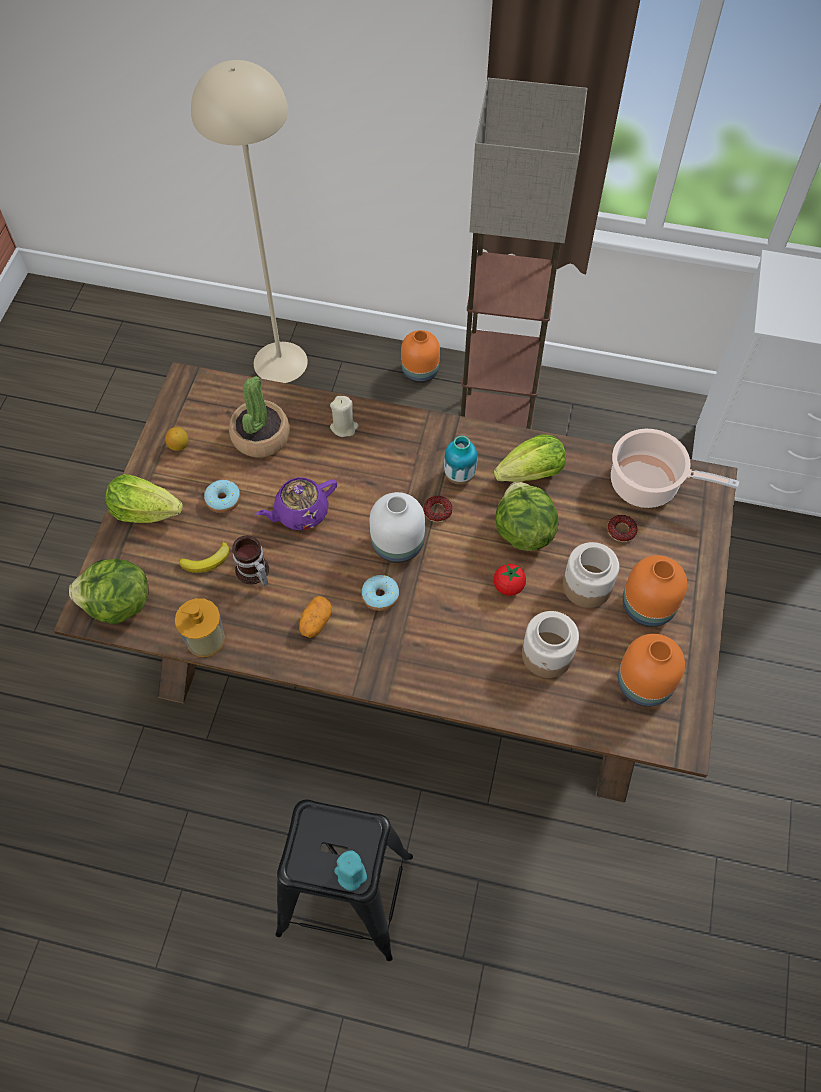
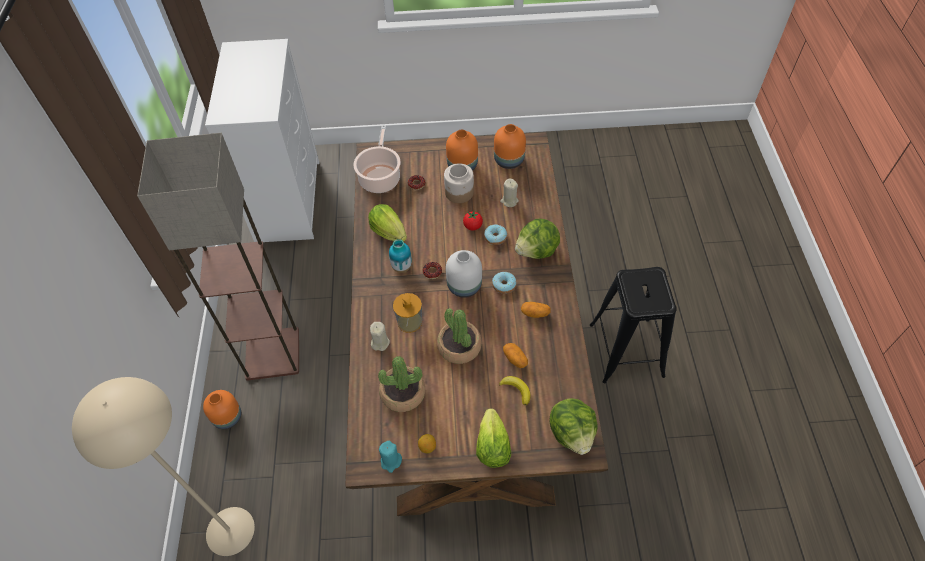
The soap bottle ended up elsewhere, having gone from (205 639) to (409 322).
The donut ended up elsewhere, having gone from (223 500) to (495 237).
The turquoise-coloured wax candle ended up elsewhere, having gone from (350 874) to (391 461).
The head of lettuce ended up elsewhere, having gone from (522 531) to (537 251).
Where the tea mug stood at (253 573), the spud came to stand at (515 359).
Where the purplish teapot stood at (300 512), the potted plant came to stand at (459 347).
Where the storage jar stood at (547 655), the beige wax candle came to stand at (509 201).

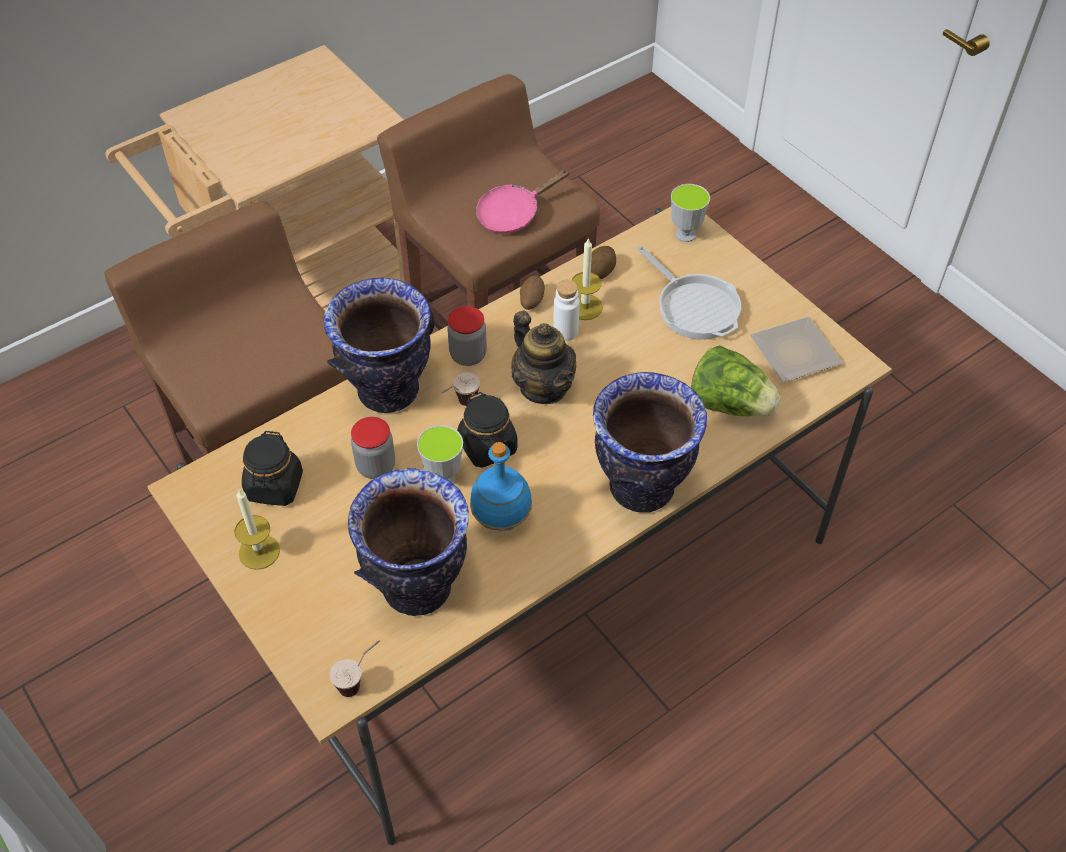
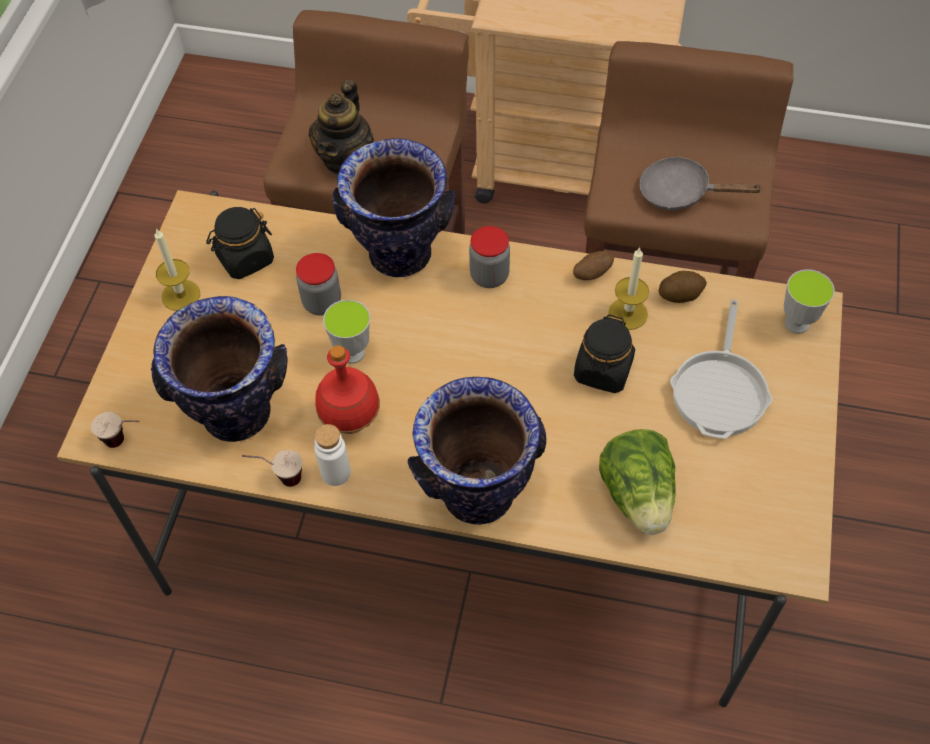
The second view lost the plate at (791 352).
The drinking cup ended up elsewhere, having gone from (460 406) to (278 478).
The black storage jar ended up elsewhere, having gone from (488 446) to (603 371).
The teapot ended up elsewhere, having gone from (543 387) to (345 159).
The white-coloured beverage bottle ended up elsewhere, having gone from (565 332) to (335 473).
What was the blue beverage bottle at (500 519) turned into the reddish beverage bottle at (350 420).
What was the pink-coloured skillet at (513 214) turned into the grey skillet at (681 193).

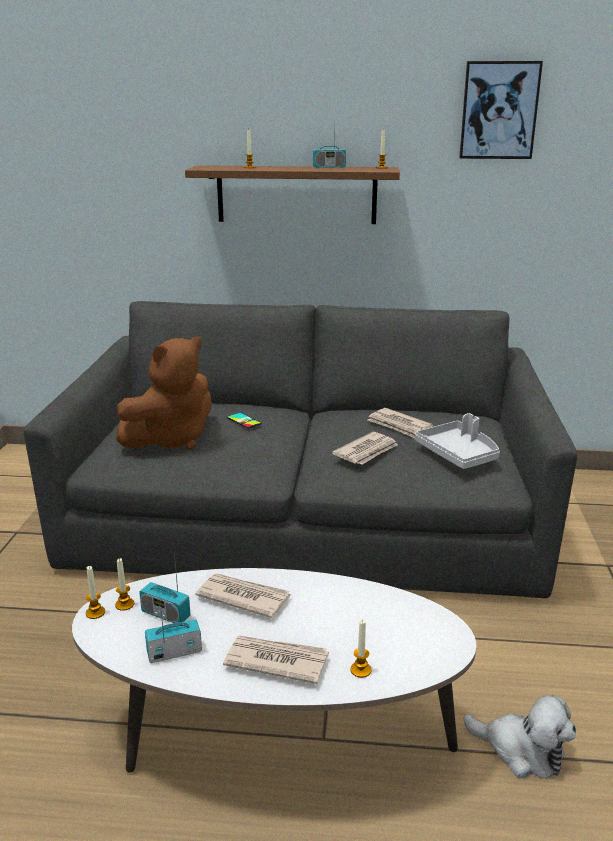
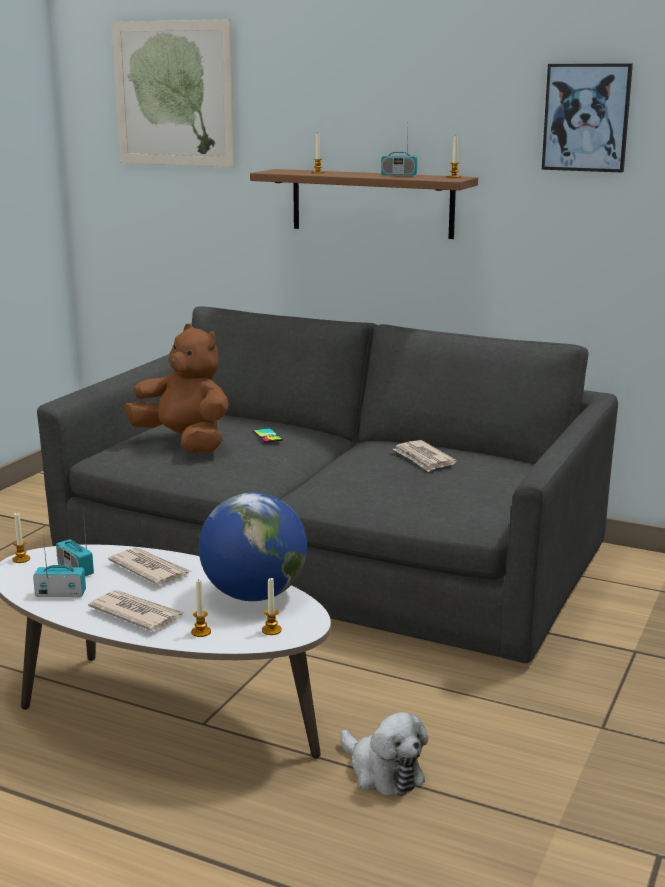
The second view lost the newspaper at (367 451).
The second view lost the grey serving tray at (458 454).
The second view gained the wall art at (174 94).
The second view gained the desk globe at (254 595).
The wax candle ended up elsewhere, having gone from (124 604) to (271 630).
The brownish cuddly toy at (171 439) ended up facing another way, 120 degrees counterclockwise from before.

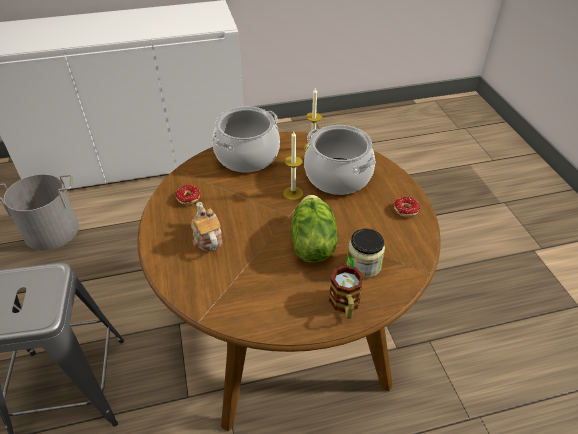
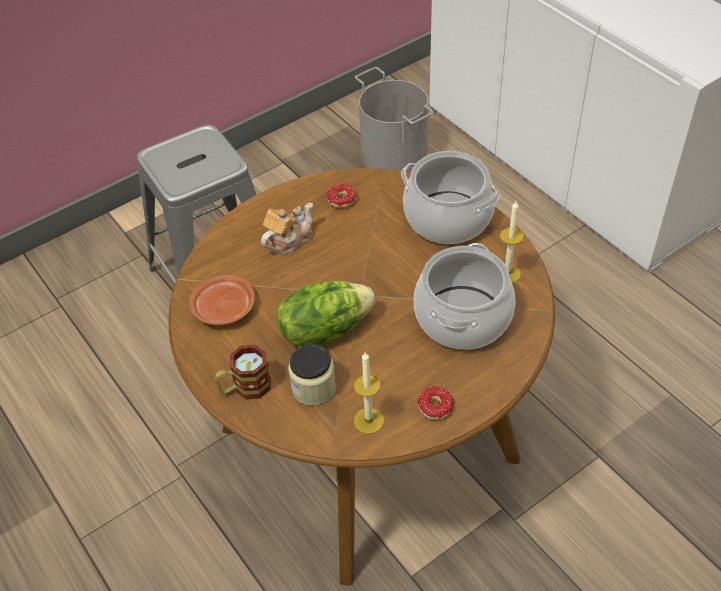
The second view gained the brownish plate at (223 308).
The wax candle ended up elsewhere, having gone from (293 193) to (368 421).

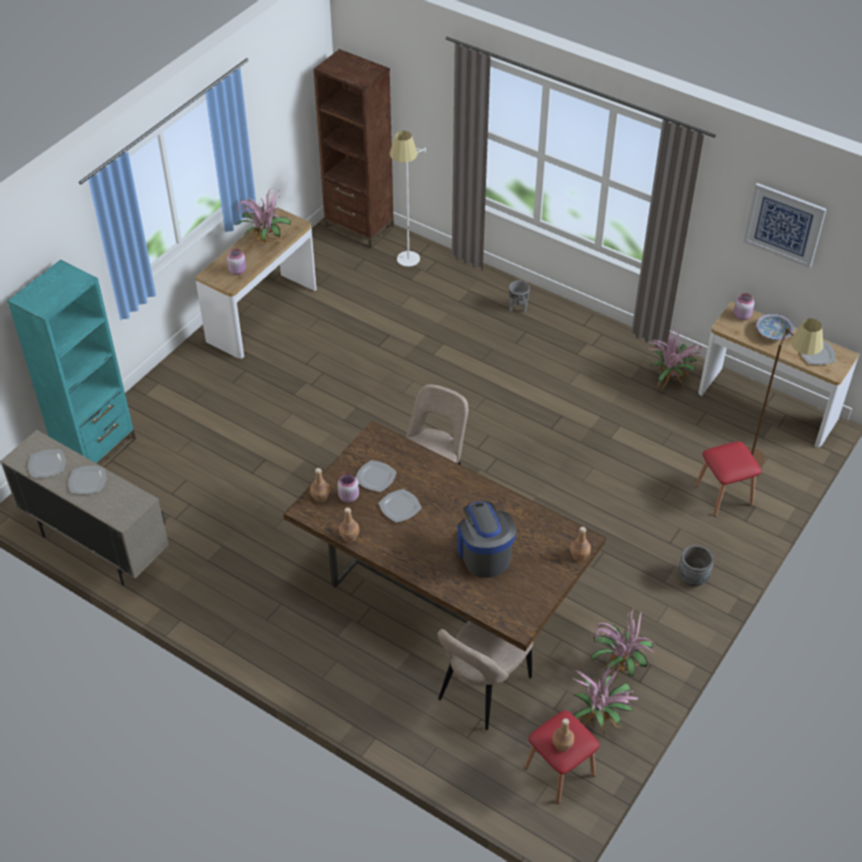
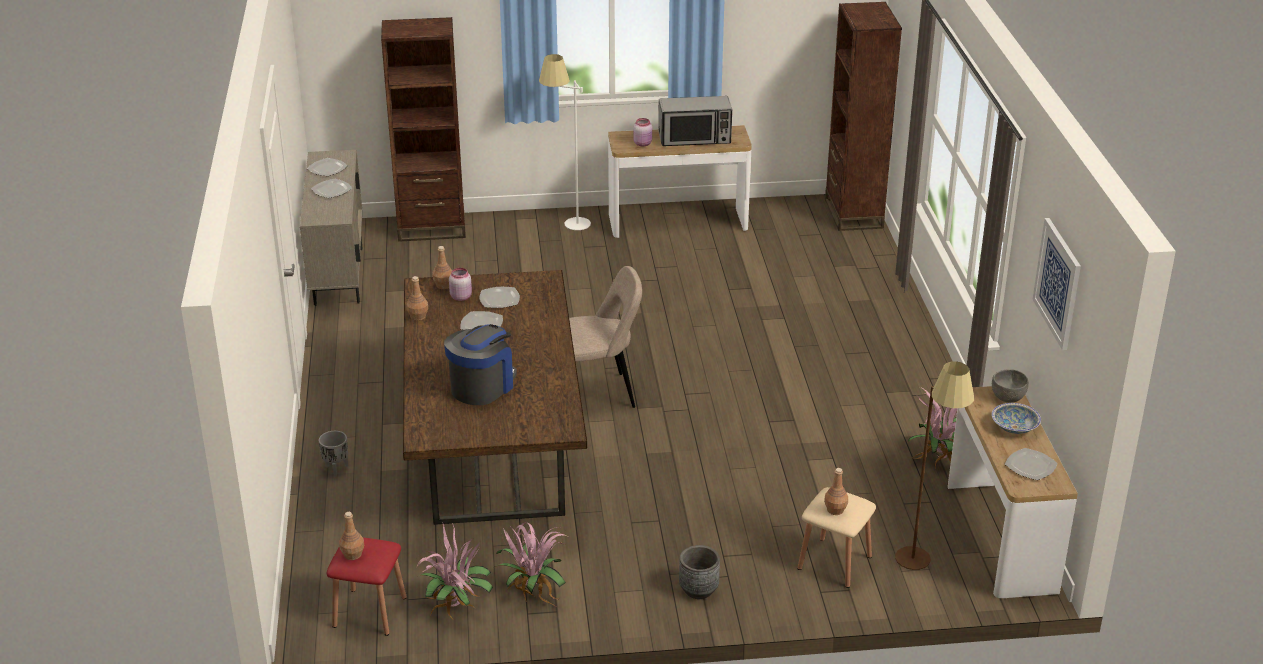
The second view lost the beige chair at (481 691).
The white-coloured standard lamp ended up elsewhere, having gone from (407 266) to (567 227).
The grey planter ended up elsewhere, having gone from (517 308) to (336 469).
The brownish beverage bottle ended up elsewhere, having gone from (579 556) to (835 510).
Where the potted plant stood at (264 241), the kitchen microwave came to stand at (695 138).
Where the pink-coloured storage jar stood at (741 316), the grey deep dish came to stand at (1007 398).
What was the turquoise-coloured shelving unit at (96 449) turned into the brownish shelving unit at (431 228).
What was the reddish sitting stool at (723 495) turned into the beige sitting stool at (834 562).

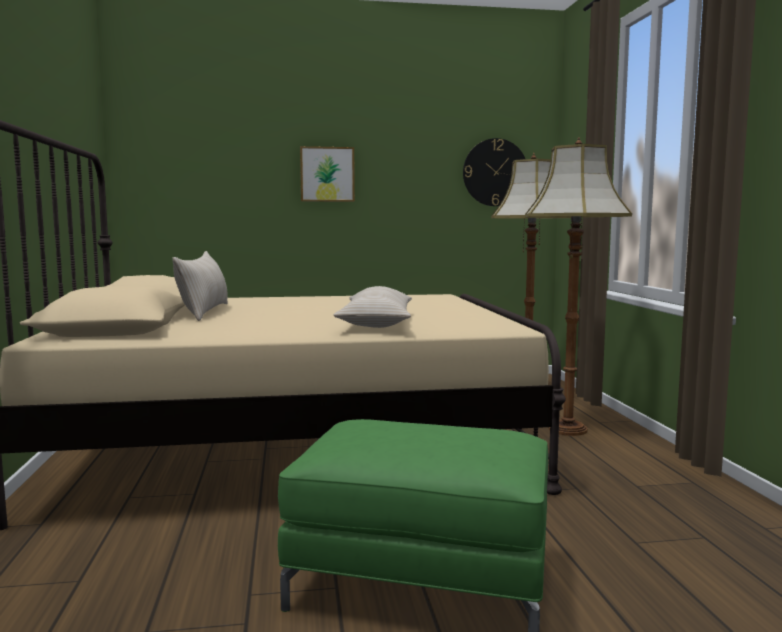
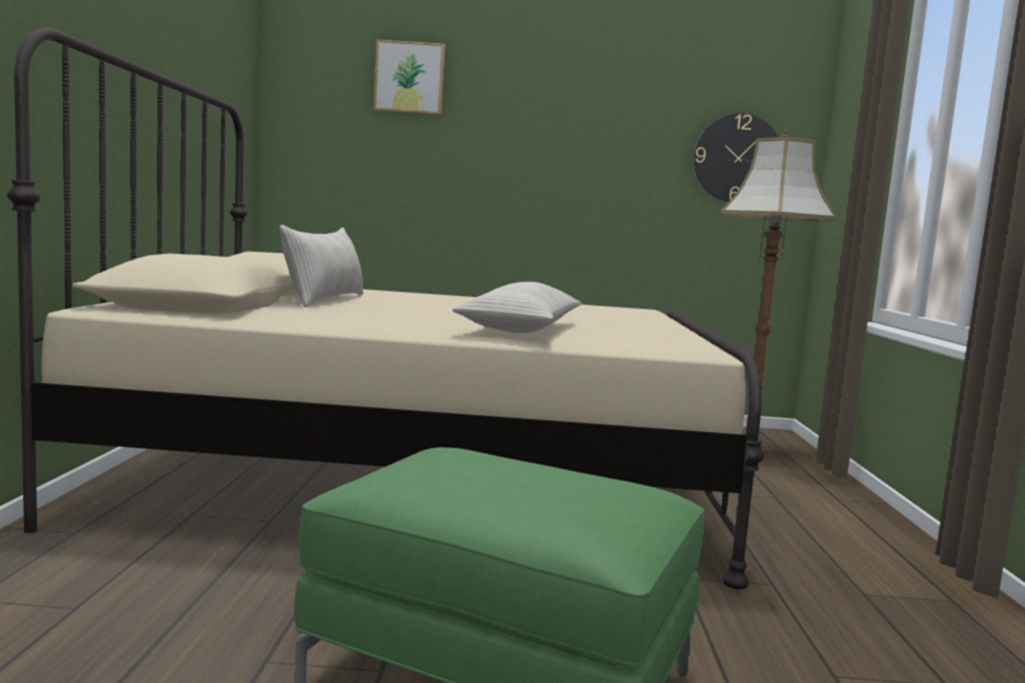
The second view lost the standard lamp at (568 429).
The wall art ended up elsewhere, having gone from (327 174) to (410 78).

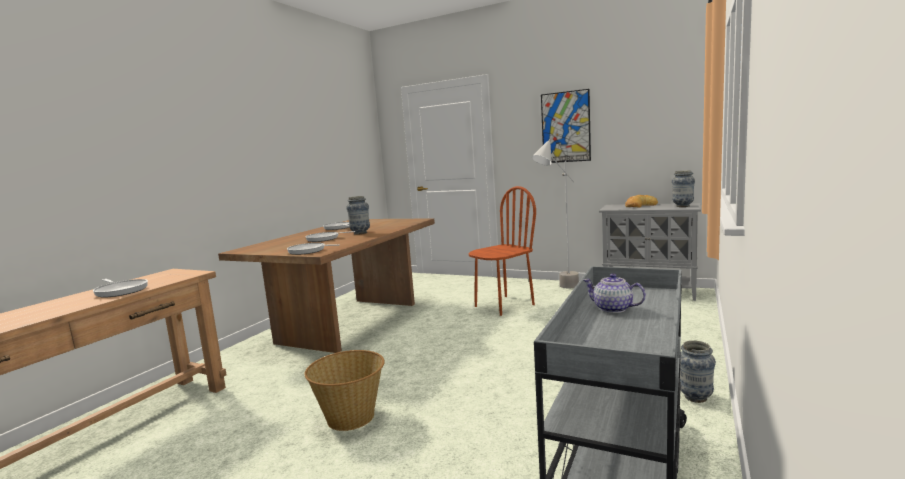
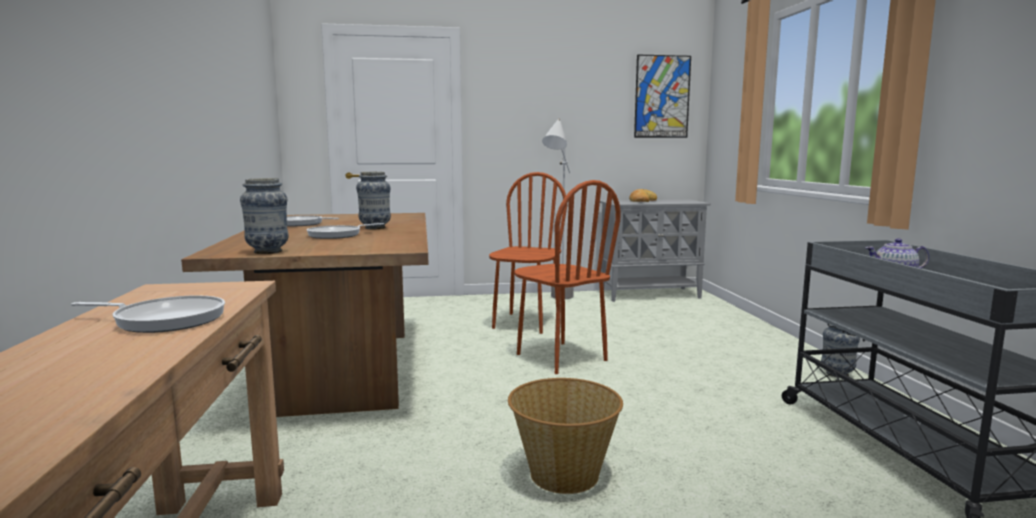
The second view lost the skillet at (308 251).
The second view gained the brownish chair at (560 357).
The wall art ended up elsewhere, having gone from (565 127) to (662 97).
The vase ended up elsewhere, having gone from (682 206) to (267 252).

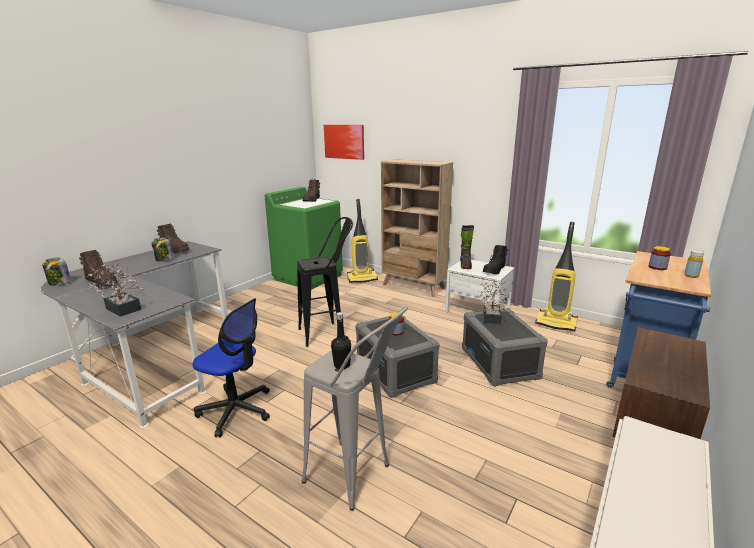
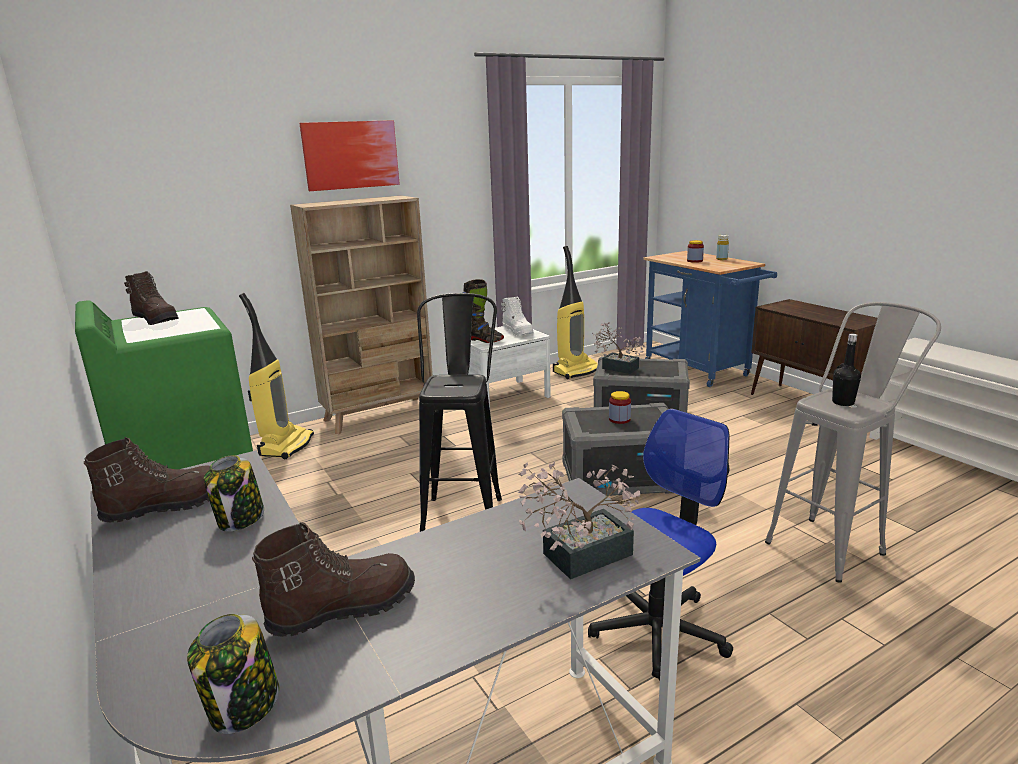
The wall art ended up elsewhere, having gone from (344 141) to (350 155).
What was the black high-top boot at (494 270) turned into the white-coloured high-top boot at (518 332).

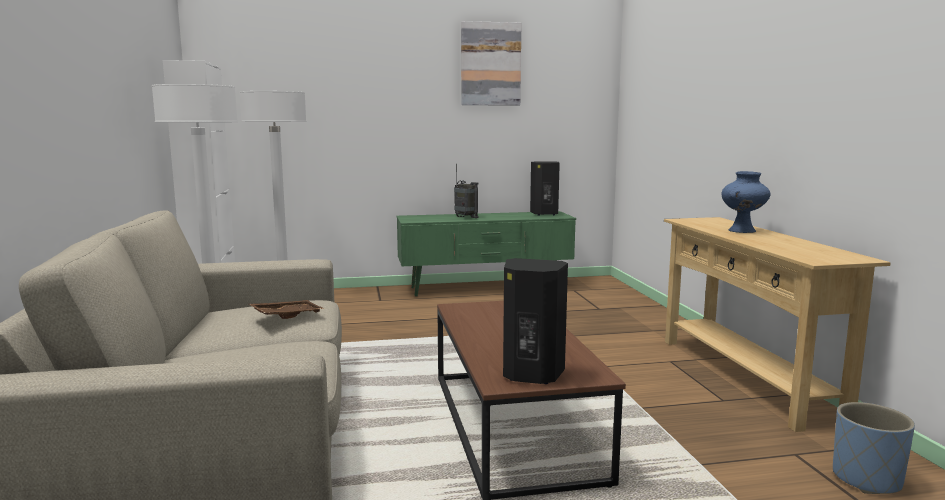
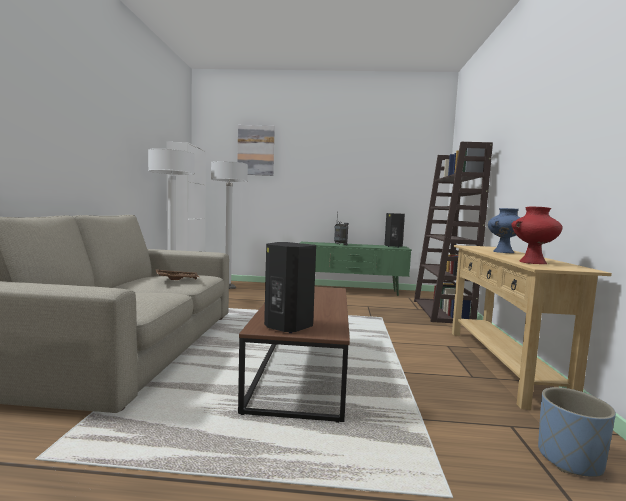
The second view gained the brownish shelving unit at (442 312).
The second view gained the reddish vase at (533 262).
The wall art ended up elsewhere, having gone from (490 64) to (256 150).

